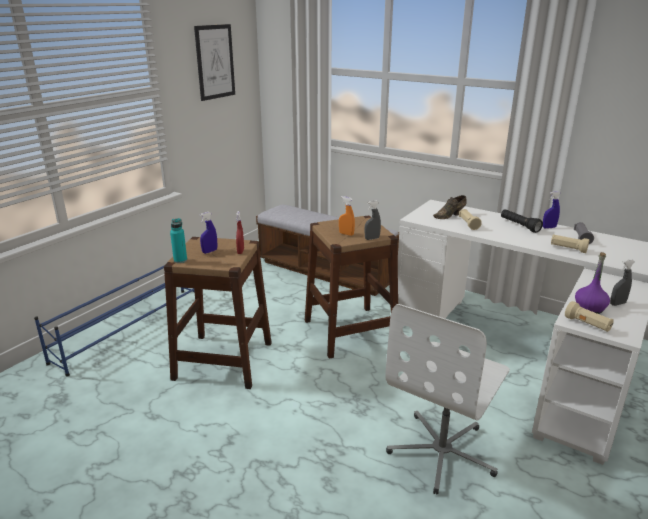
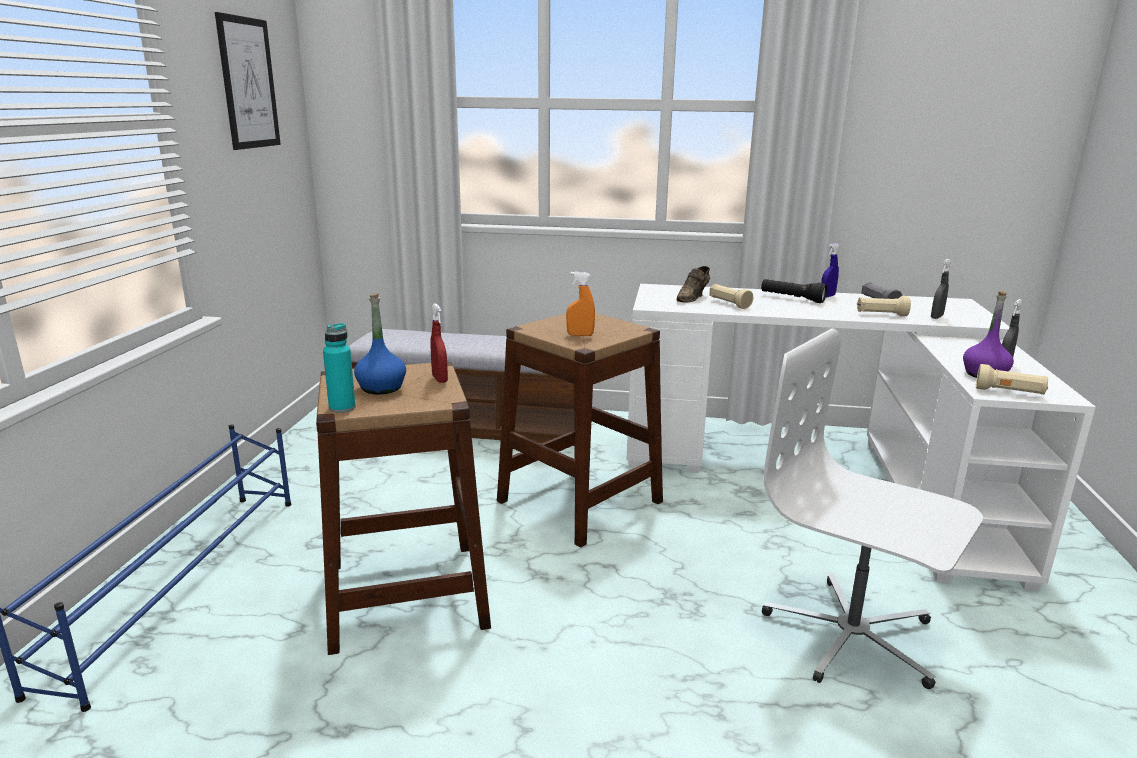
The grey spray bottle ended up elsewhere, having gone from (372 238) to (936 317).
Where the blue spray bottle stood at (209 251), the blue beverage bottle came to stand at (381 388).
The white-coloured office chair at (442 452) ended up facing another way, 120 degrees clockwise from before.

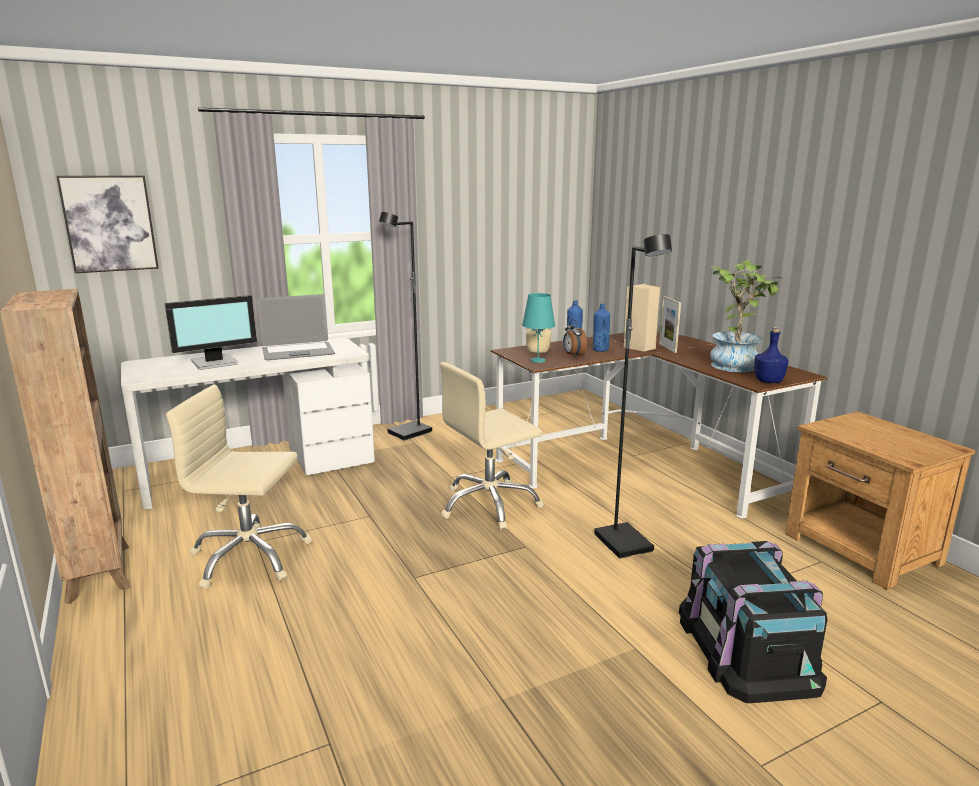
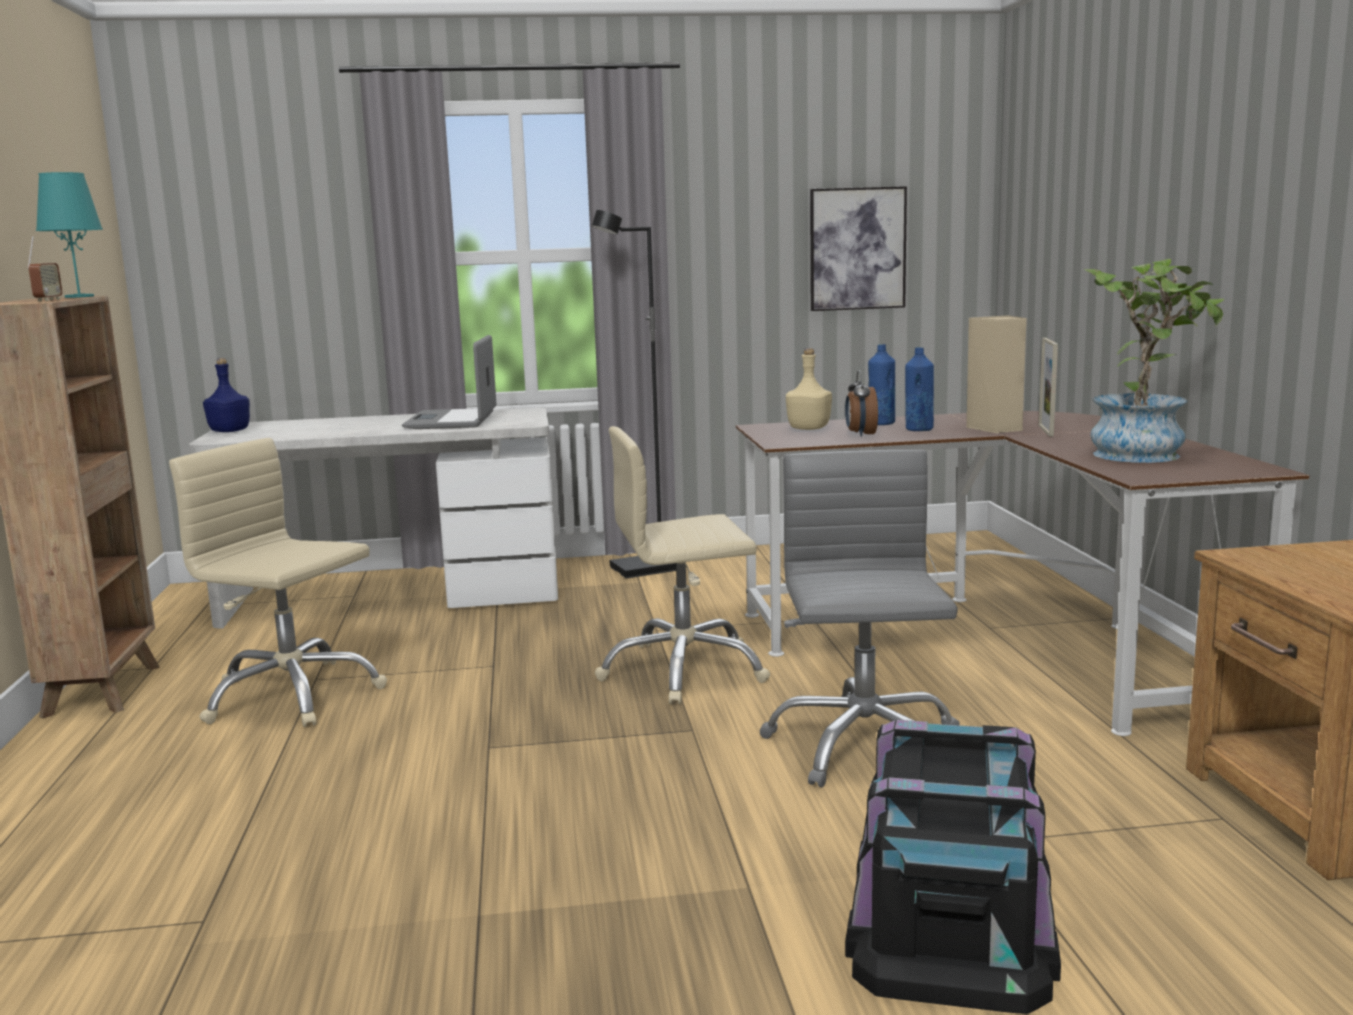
The second view lost the computer display at (215 363).
The second view gained the radio at (48 300).
The wall art ended up elsewhere, having gone from (109 224) to (857 249).
The turquoise-coloured table lamp ended up elsewhere, having gone from (537 360) to (79 297).
The blue beverage bottle ended up elsewhere, having gone from (768 381) to (229 431).
Where the black standard lamp stood at (624 543), the grey office chair came to stand at (863 745).
The portable computer at (298 352) ended up facing another way, 90 degrees clockwise from before.

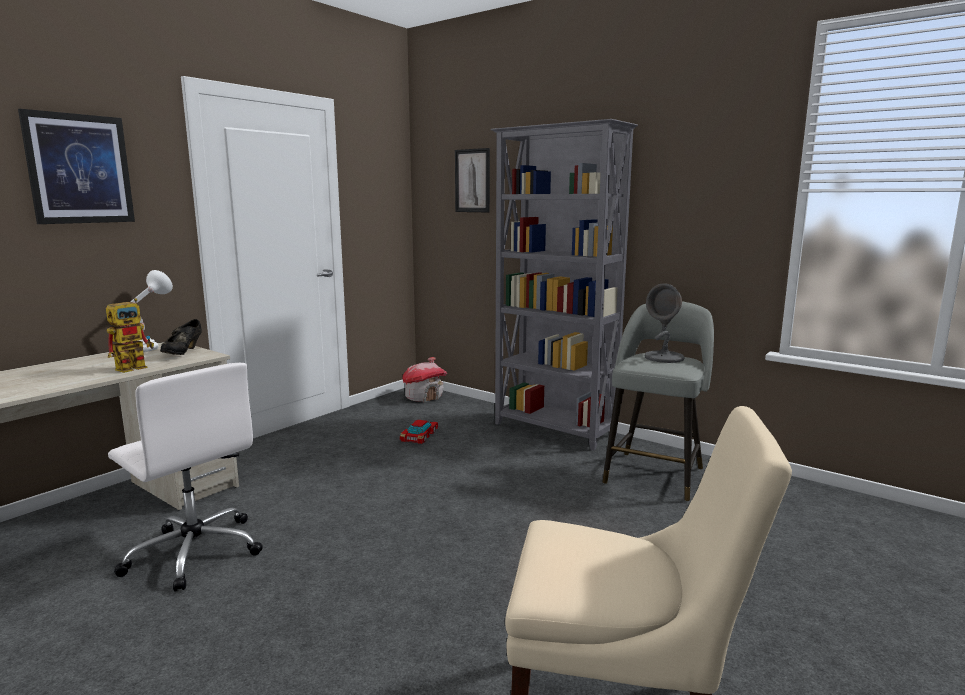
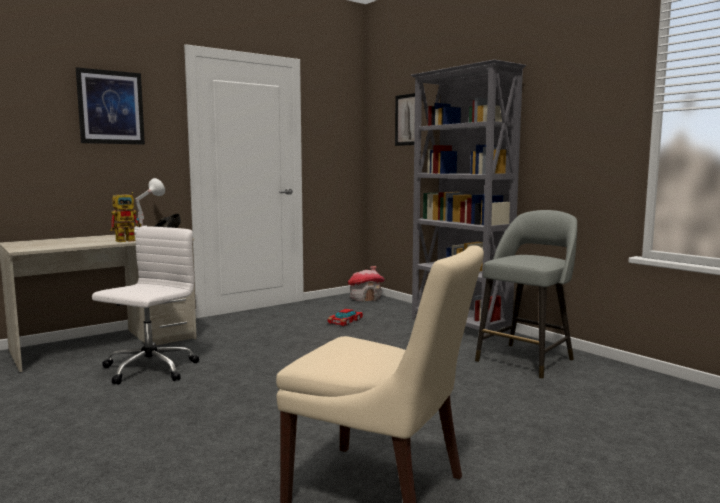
The second view lost the grey table lamp at (664 358).
The white-coloured office chair at (194 552) ended up facing another way, 120 degrees counterclockwise from before.

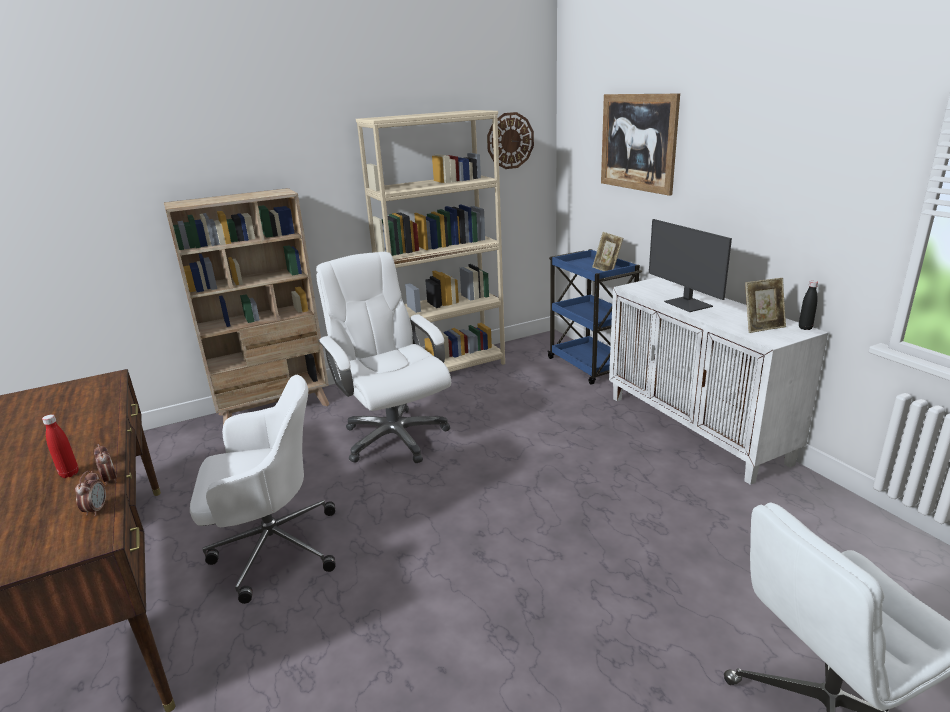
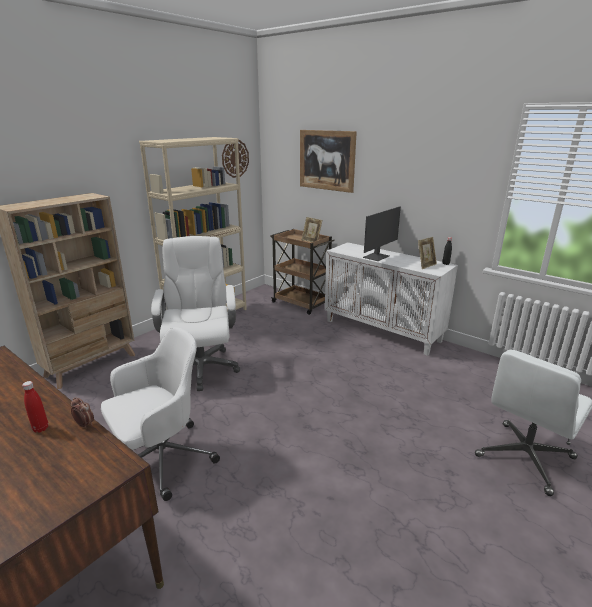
The second view lost the table clock at (96 510).
What was the blue cart at (590 366) turned into the brownish cart at (301 304).
The white-coloured office chair at (394 437) ended up facing another way, 45 degrees clockwise from before.
The computer display at (687 304) ended up facing another way, 90 degrees counterclockwise from before.

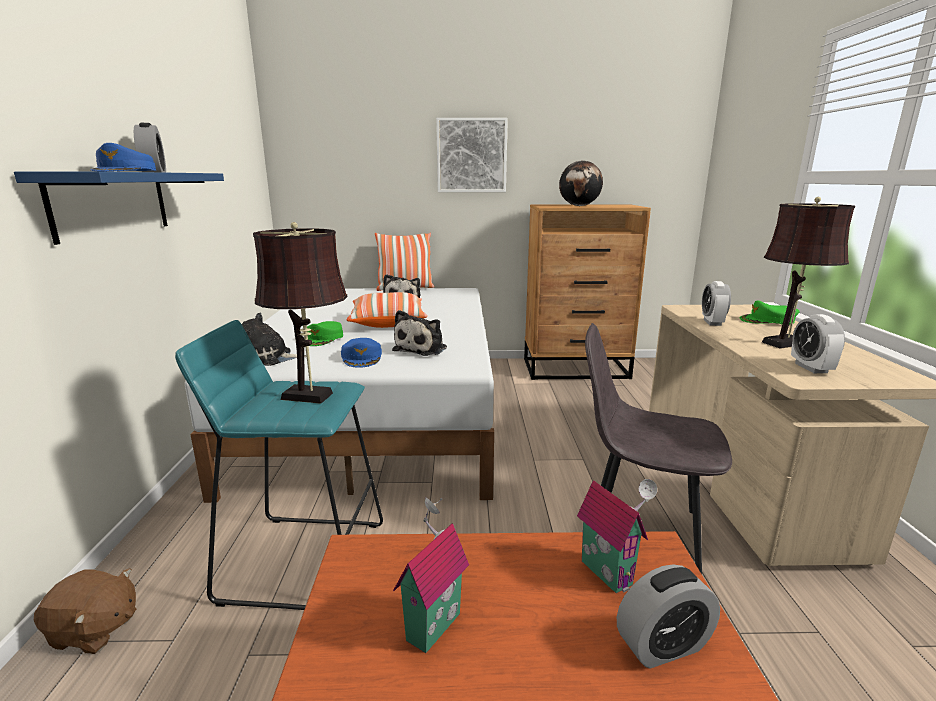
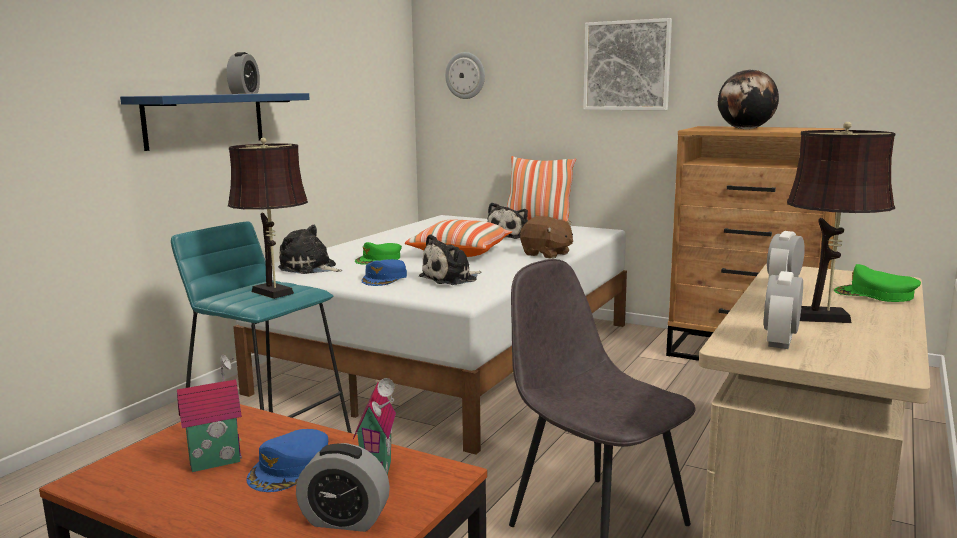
The second view gained the wall clock at (465 75).
The brownish cuddly toy ended up elsewhere, having gone from (94 631) to (546 254).
The blue baseball cap ended up elsewhere, having gone from (125 171) to (290 468).

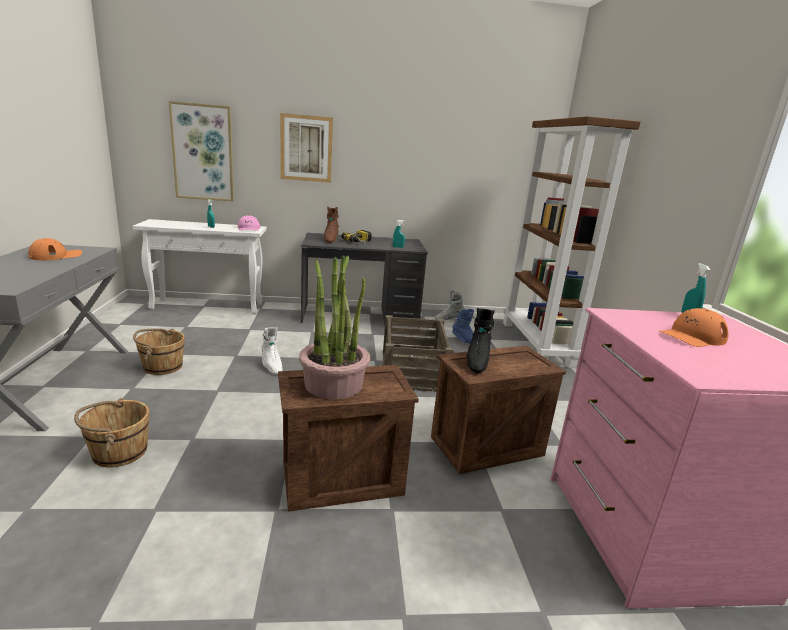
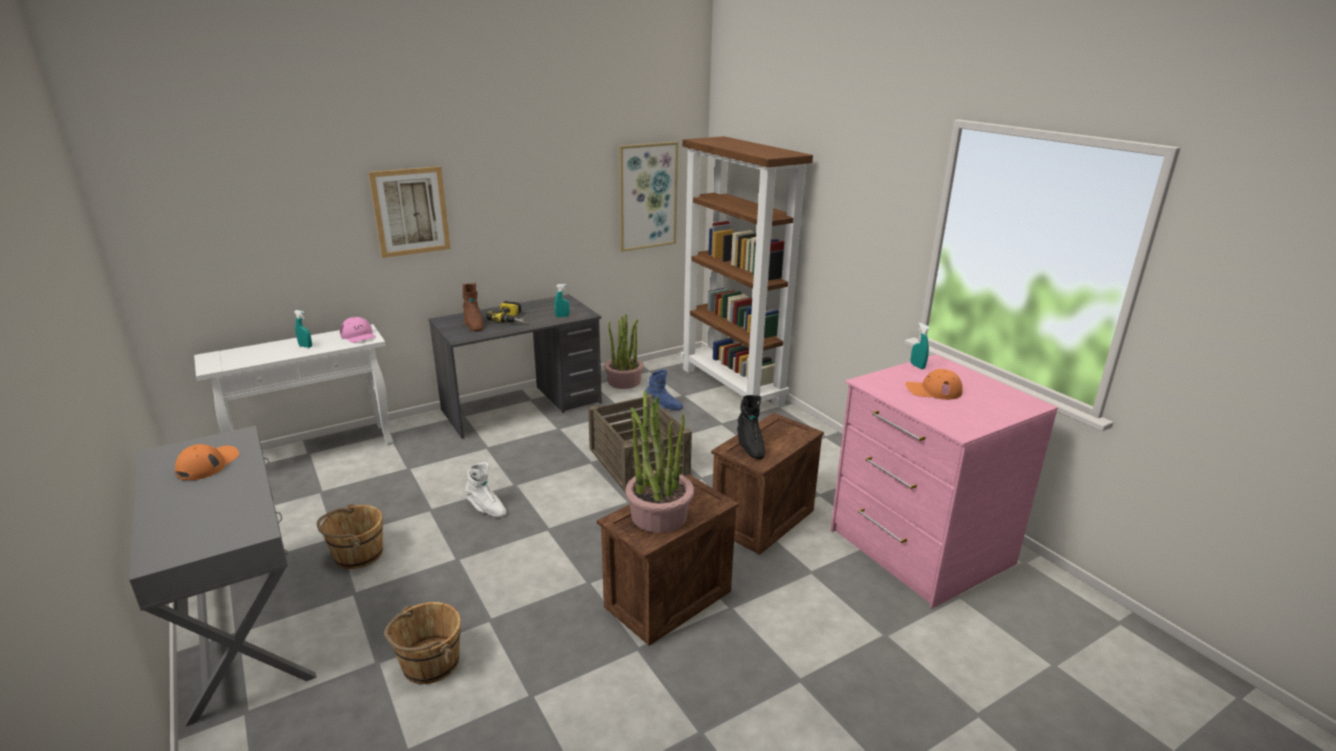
The wall art ended up elsewhere, having gone from (203 153) to (647 196).
Where the grey high-top boot stood at (448 319), the potted plant came to stand at (624 381).
The orangey baseball cap at (692 337) ended up facing another way, 60 degrees clockwise from before.

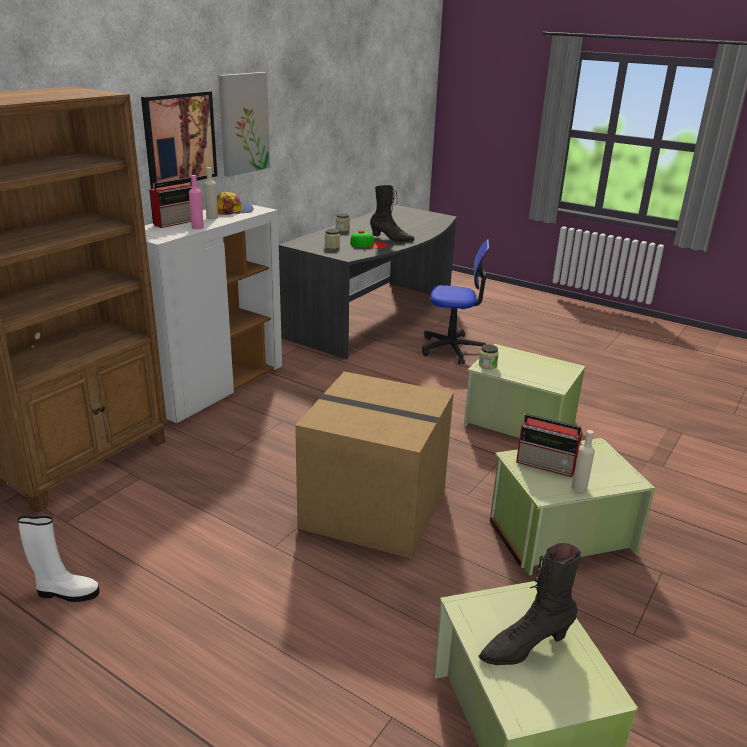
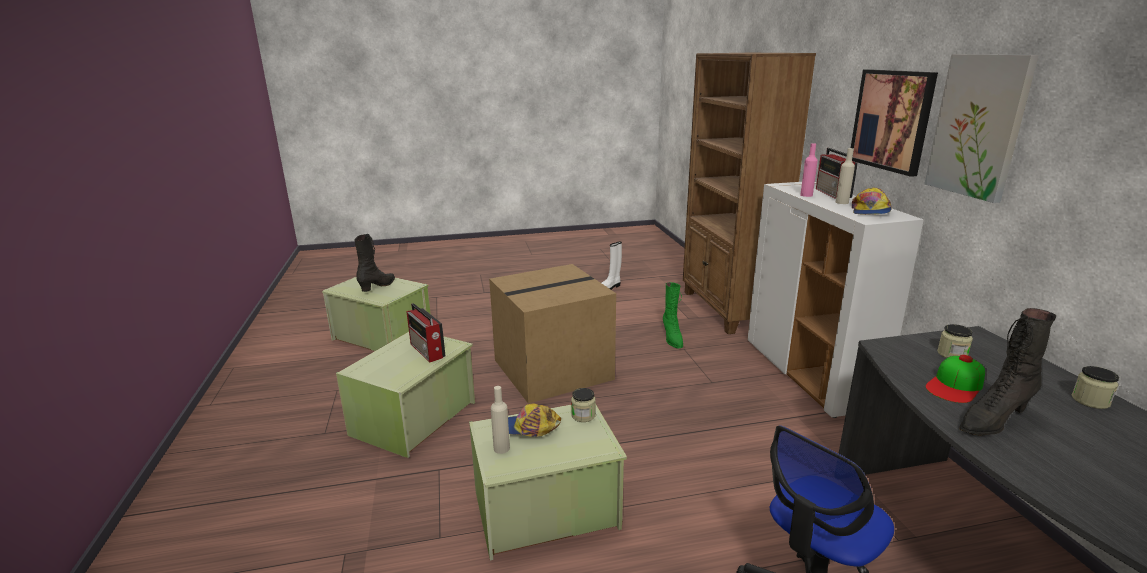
The second view gained the baseball cap at (529 428).
The second view gained the green high-top boot at (672 339).
The beige beverage bottle ended up elsewhere, having gone from (579 487) to (501 448).
The radio at (547 465) ended up facing another way, 105 degrees counterclockwise from before.

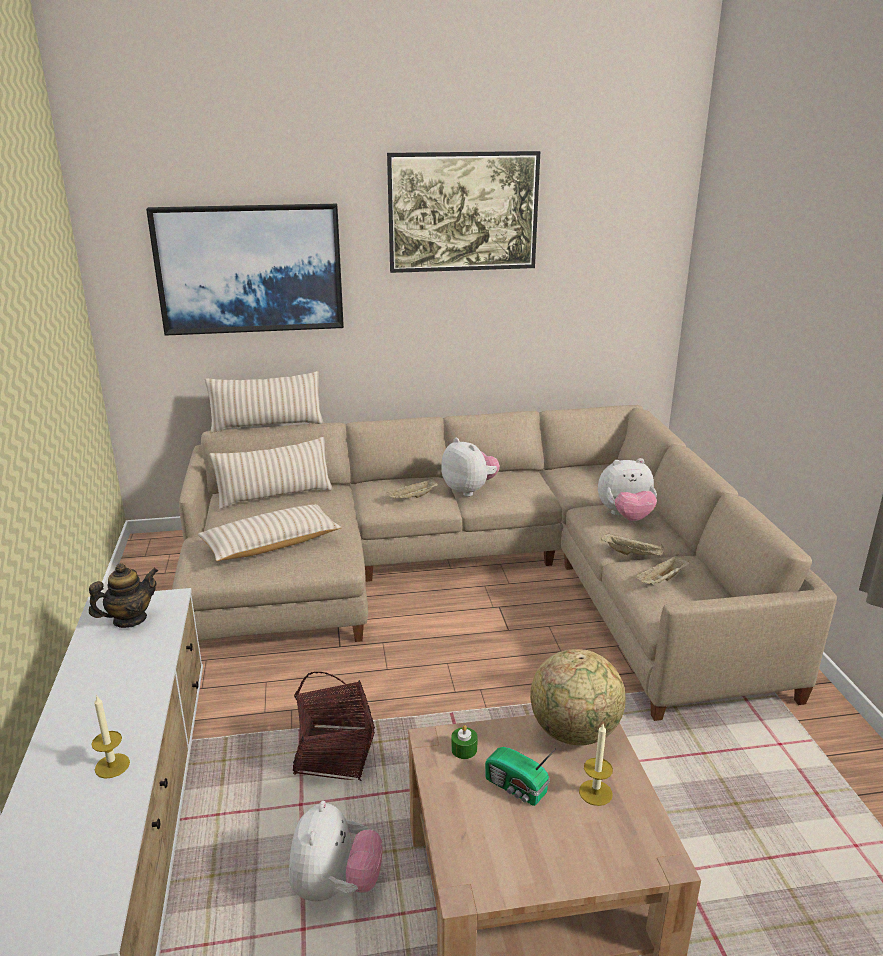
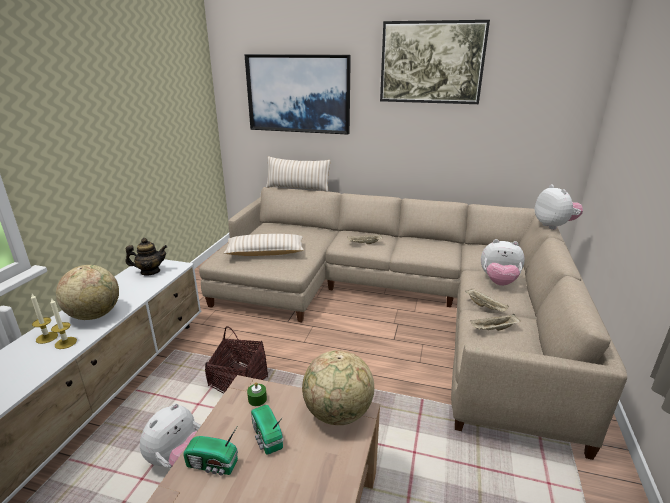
The second view lost the beige cushion at (274 495).
The second view gained the desk globe at (95 315).
The second view gained the radio at (213 465).
The cuddly toy ended up elsewhere, having gone from (469 490) to (554 226).
The wax candle ended up elsewhere, having gone from (595 792) to (47 337).

